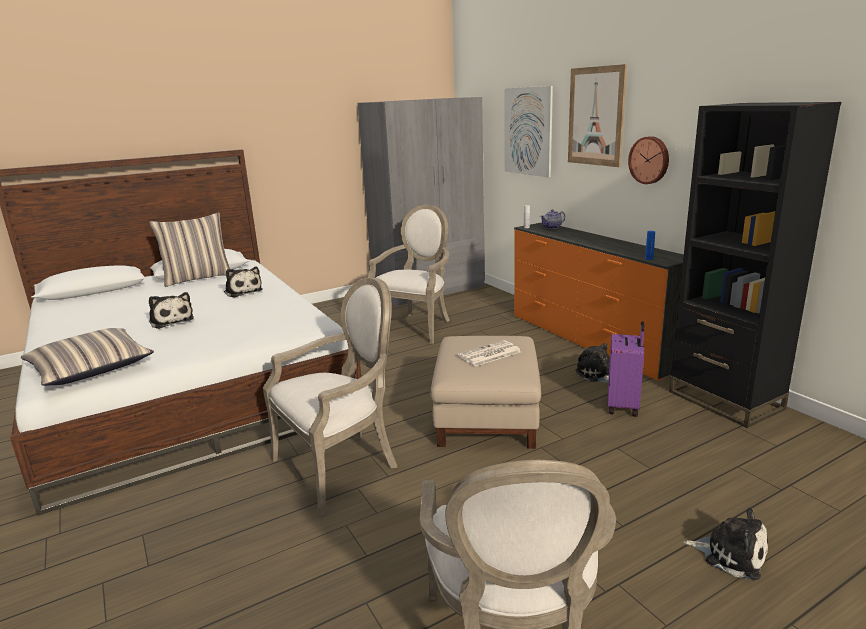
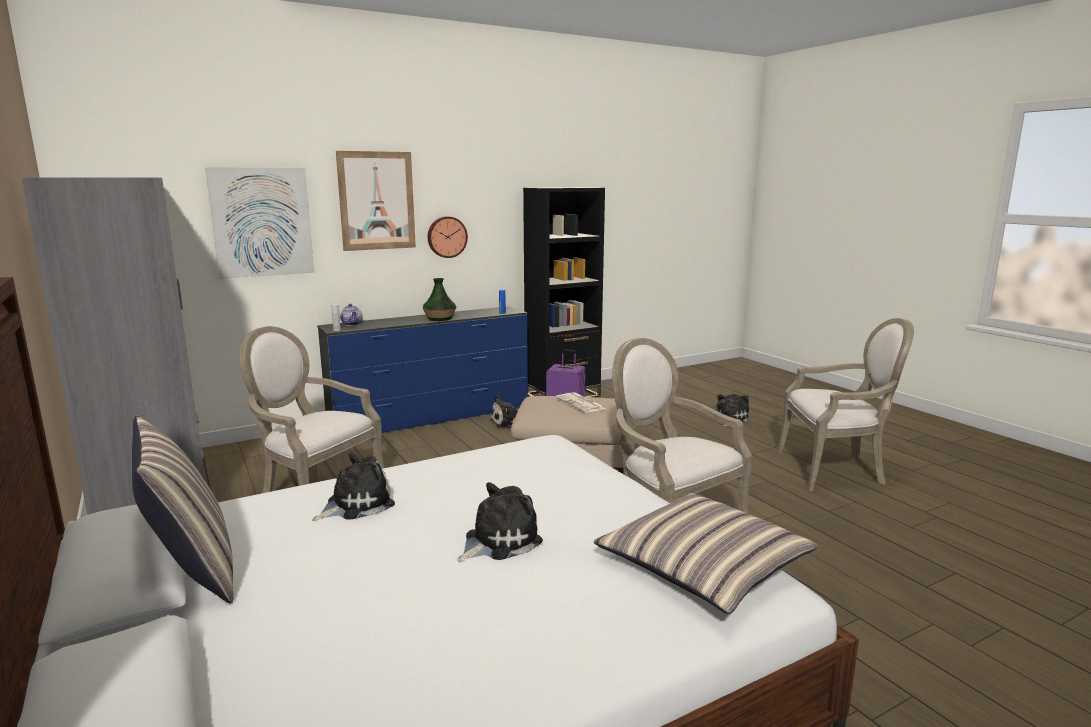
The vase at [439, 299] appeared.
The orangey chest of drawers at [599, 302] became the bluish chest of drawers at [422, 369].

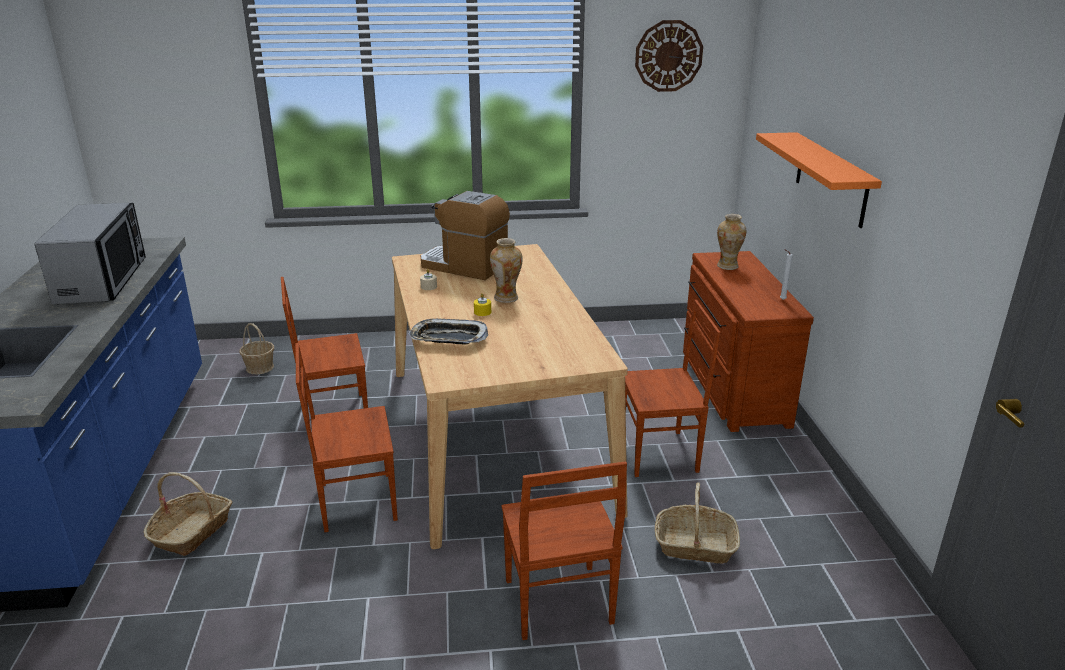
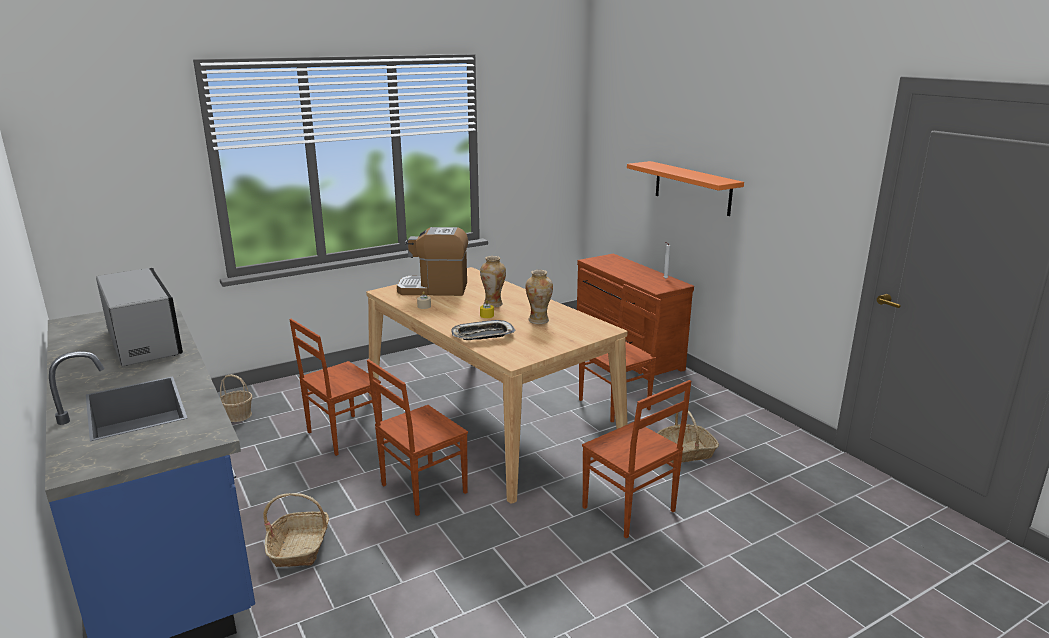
The clock on the wall at [669, 56] disappeared.
The vase moved from [731, 242] to [539, 297].

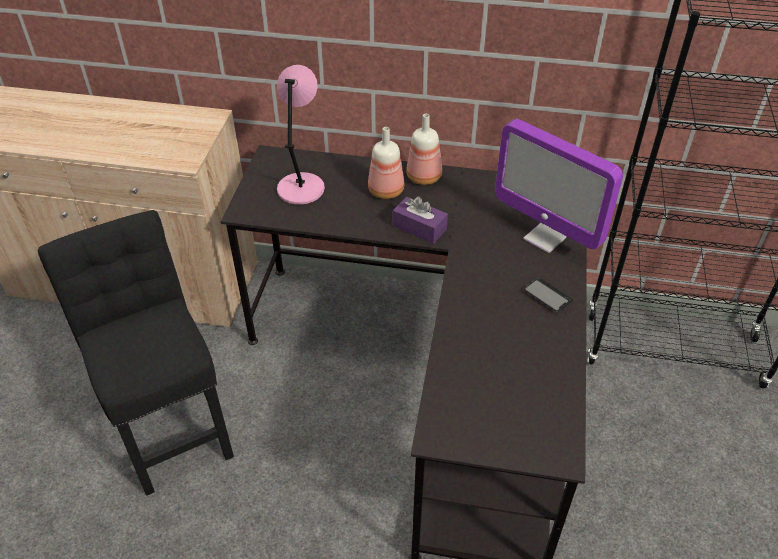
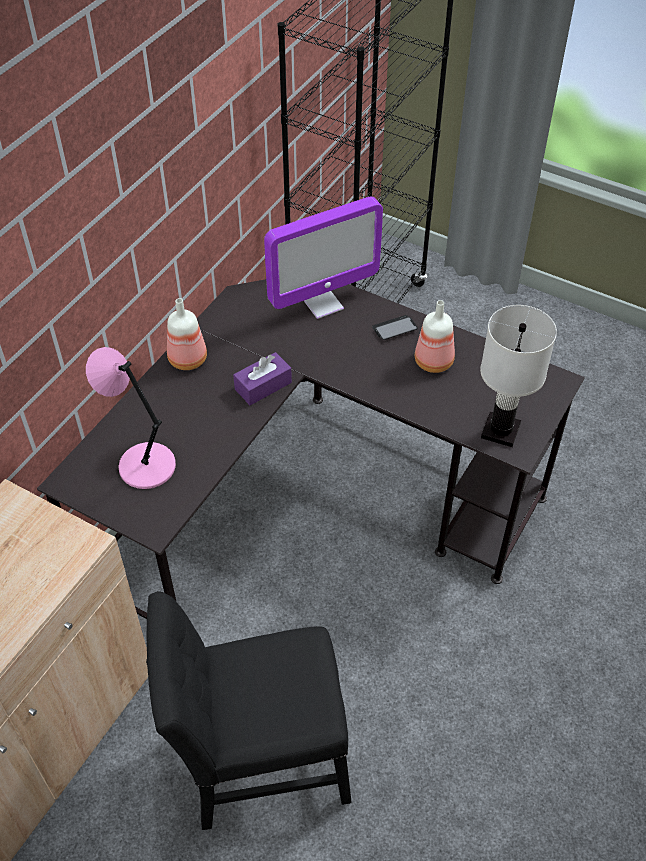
The white-coloured table lamp at [518, 376] appeared.
The drink bottle moved from [386, 163] to [435, 336].

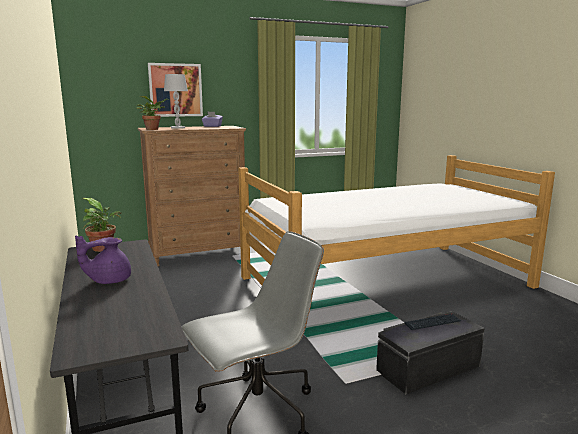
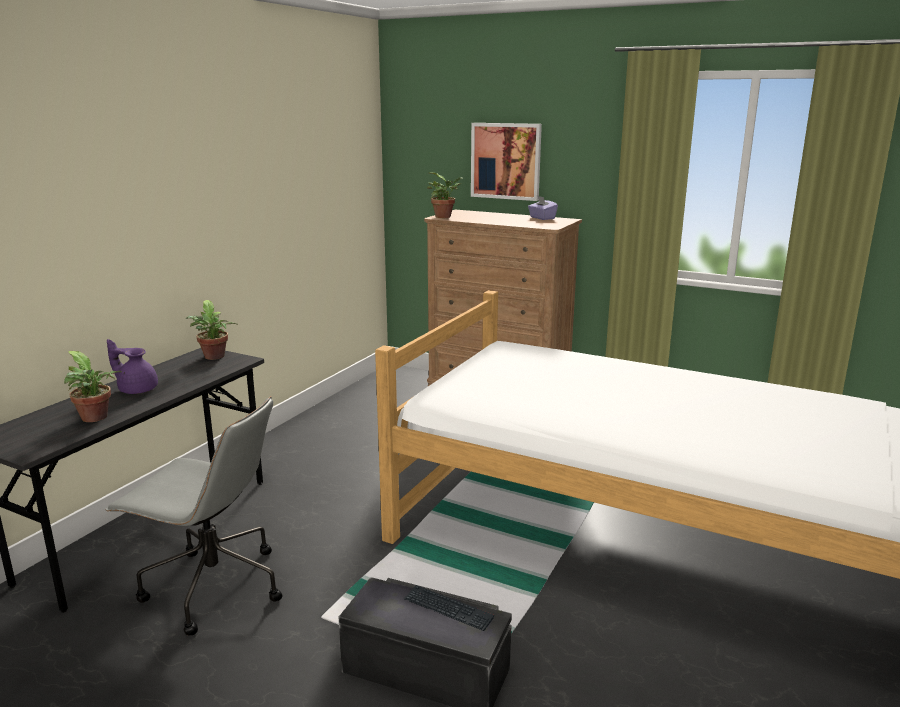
The white-coloured table lamp at [176, 101] disappeared.
The houseplant at [93, 386] appeared.

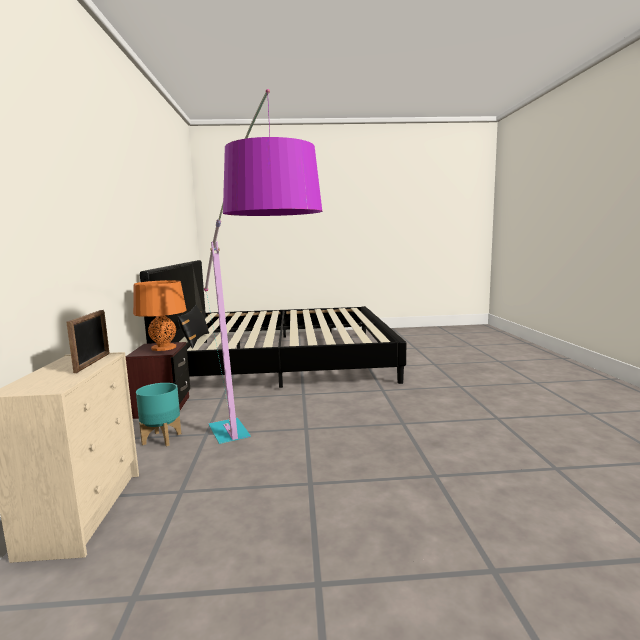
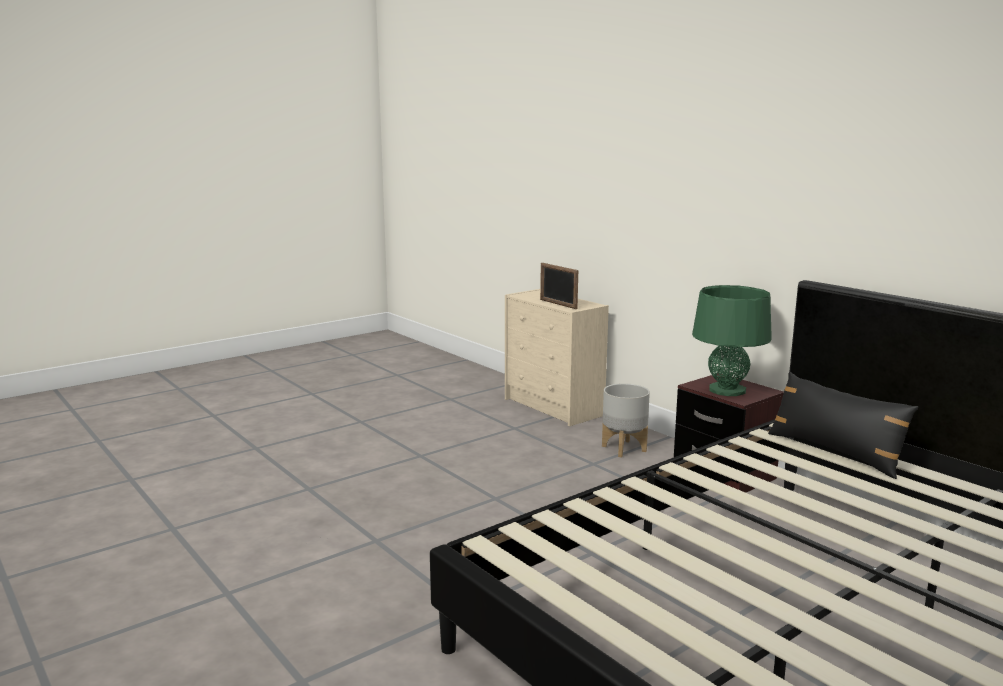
The standing lamp at [263, 266] disappeared.
The orangey table lamp at [159, 315] became the green table lamp at [732, 340].
The blue-green plant pot at [158, 414] became the greyish plant pot at [626, 420].

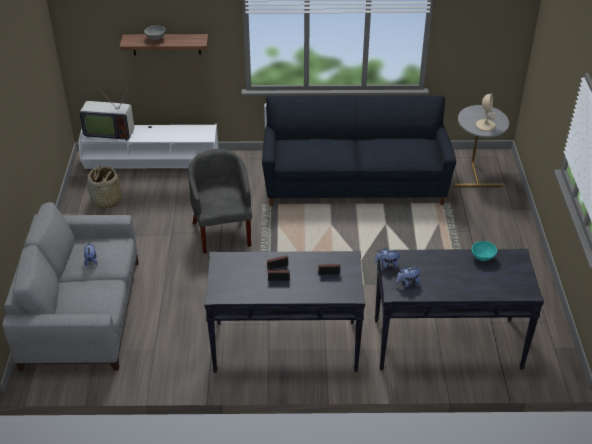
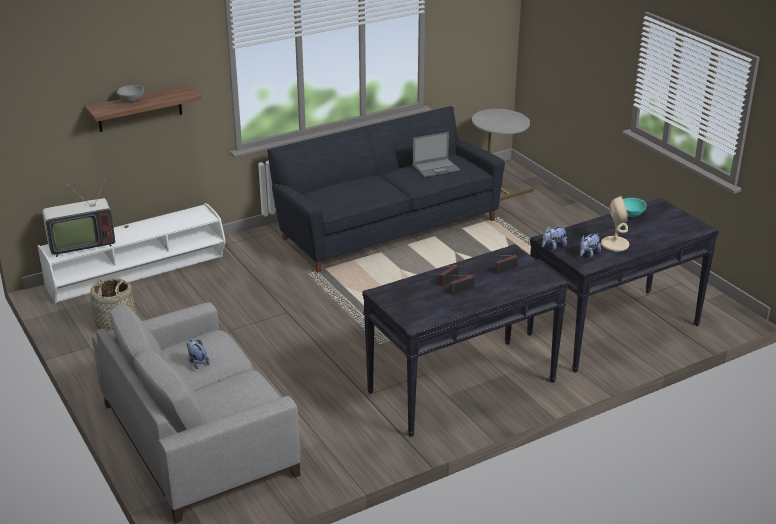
The greyish easy chair at [220, 201] disappeared.
The portable computer at [436, 154] appeared.
The beige table lamp moved from [486, 112] to [615, 223].

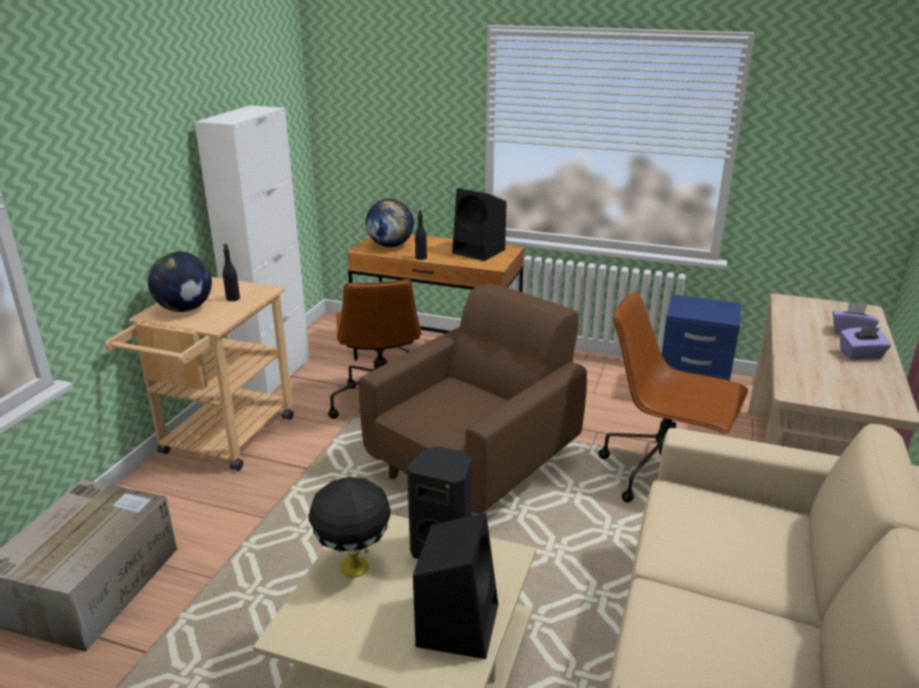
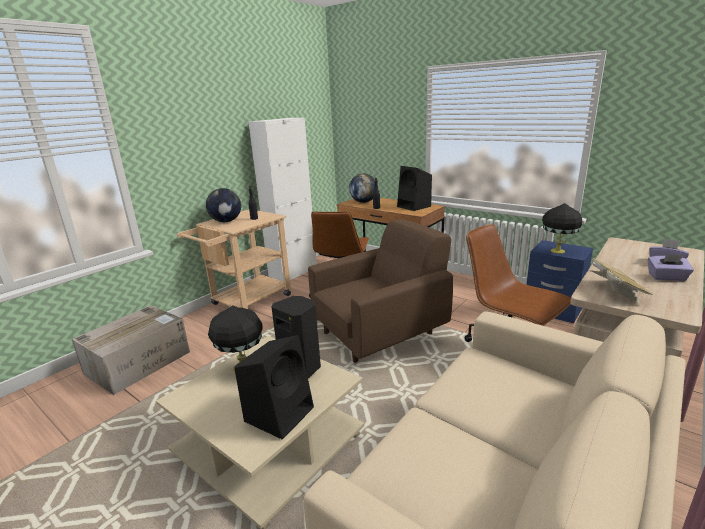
The black-coloured table lamp at [562, 228] appeared.
The volume at [621, 280] appeared.

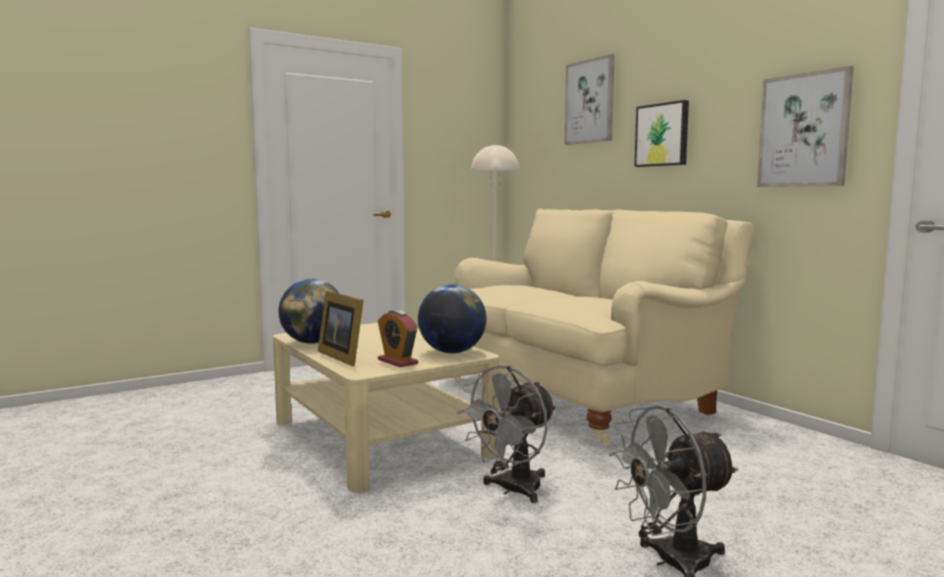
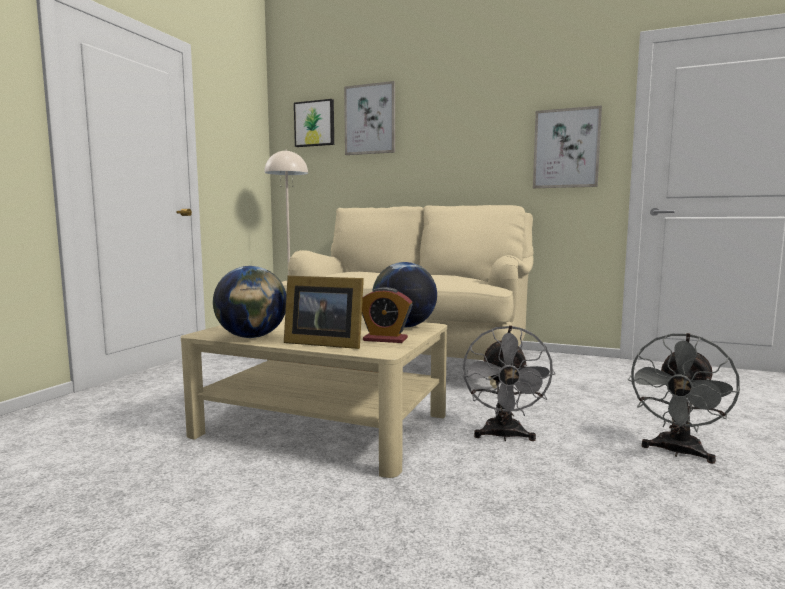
The wall picture moved from [661, 133] to [314, 123].

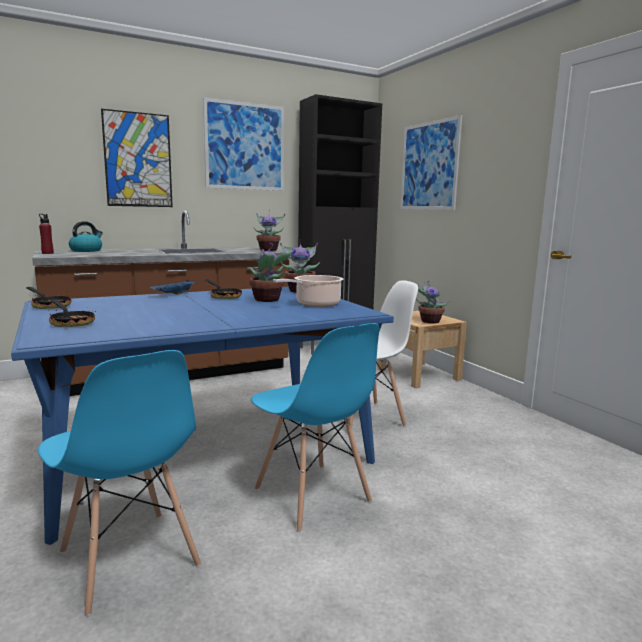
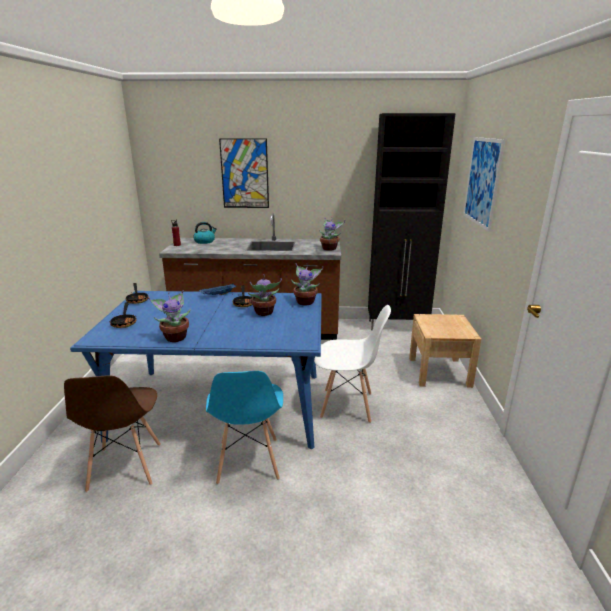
The wall picture at [243, 144] disappeared.
The stockpot at [308, 291] disappeared.
The houseplant moved from [432, 302] to [169, 316].
The bluish chair at [119, 483] became the brownish chair at [112, 434].

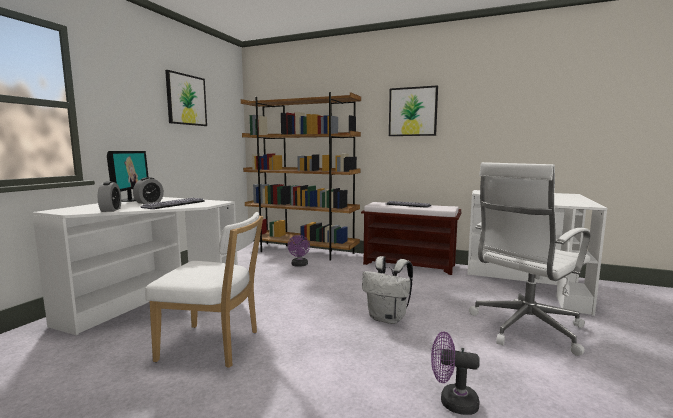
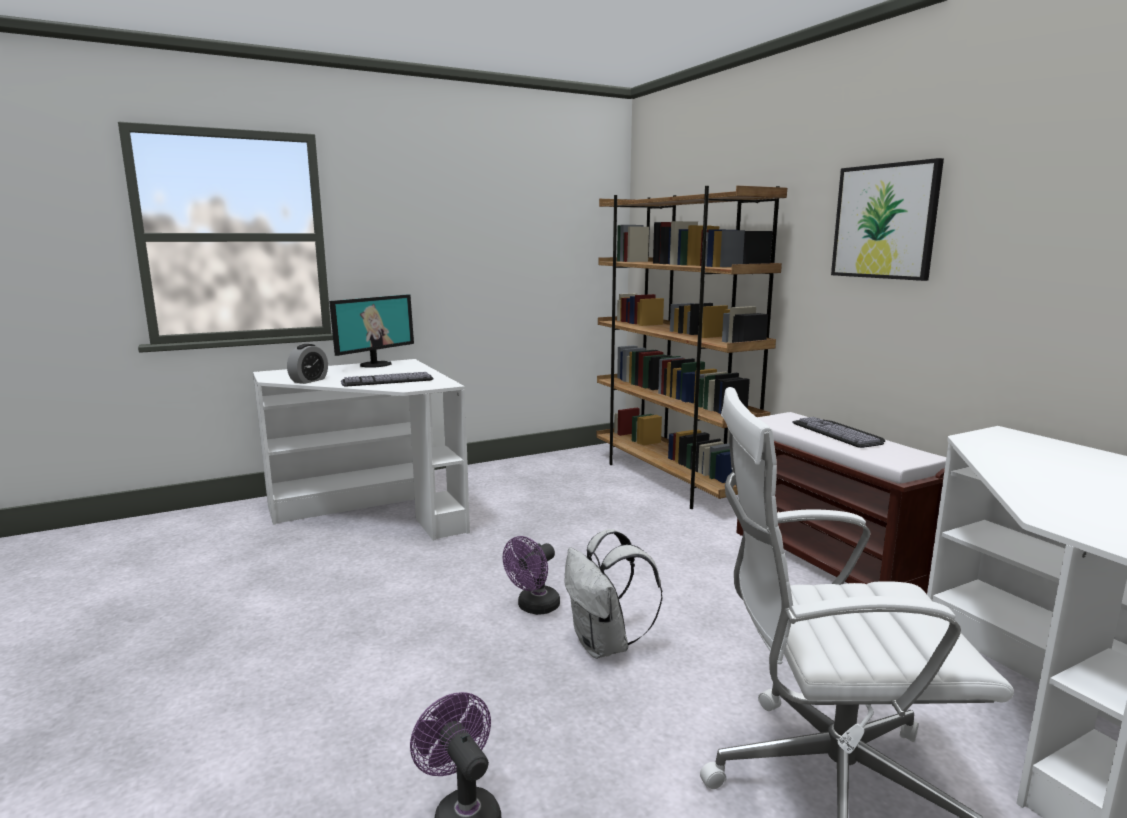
The bedside clock at [148, 190] disappeared.
The white-coloured chair at [204, 290] disappeared.
The wall picture at [186, 98] disappeared.
The purplish fan moved from [299, 251] to [531, 575].

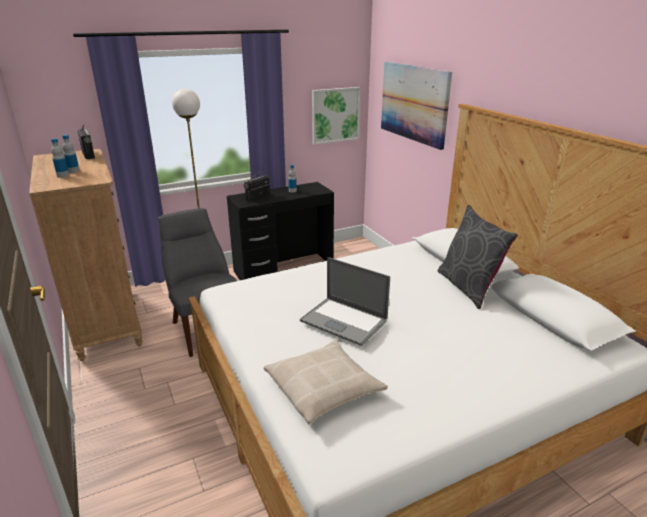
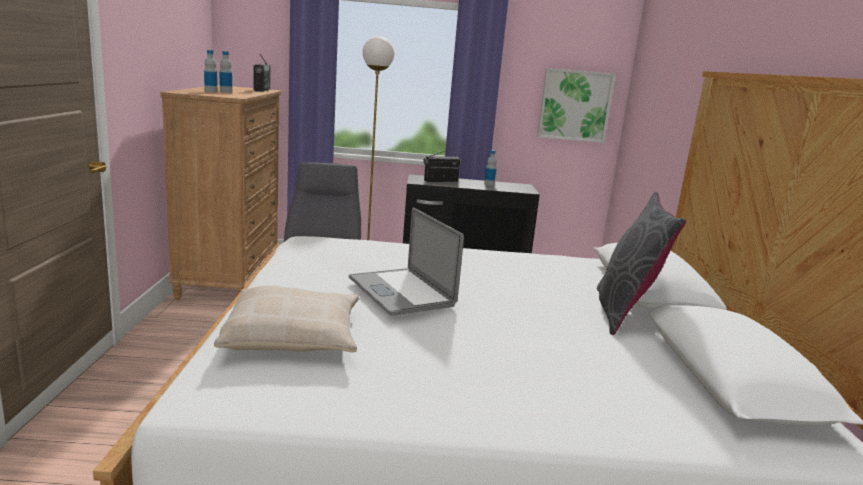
The wall picture at [416, 106] disappeared.

